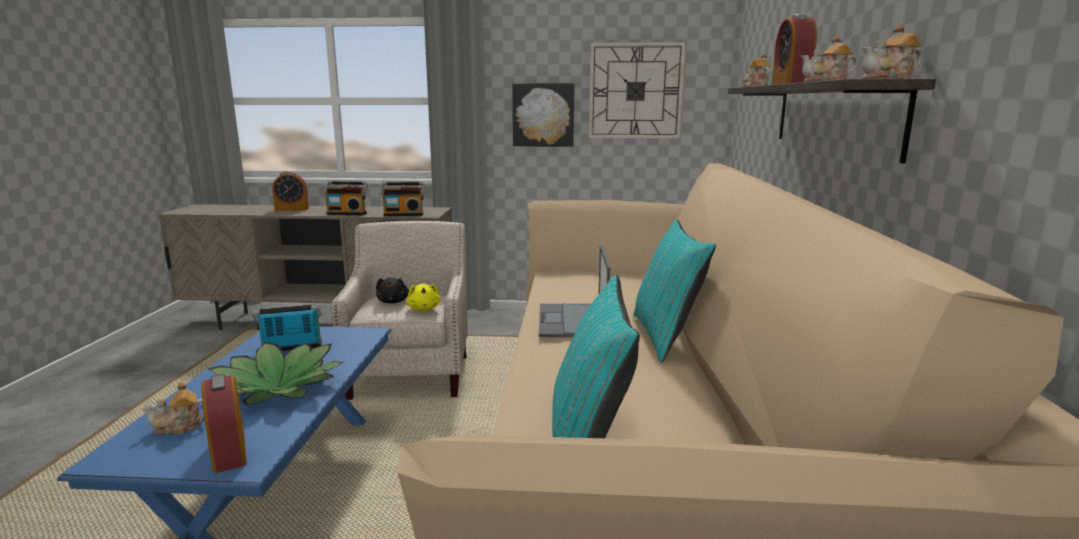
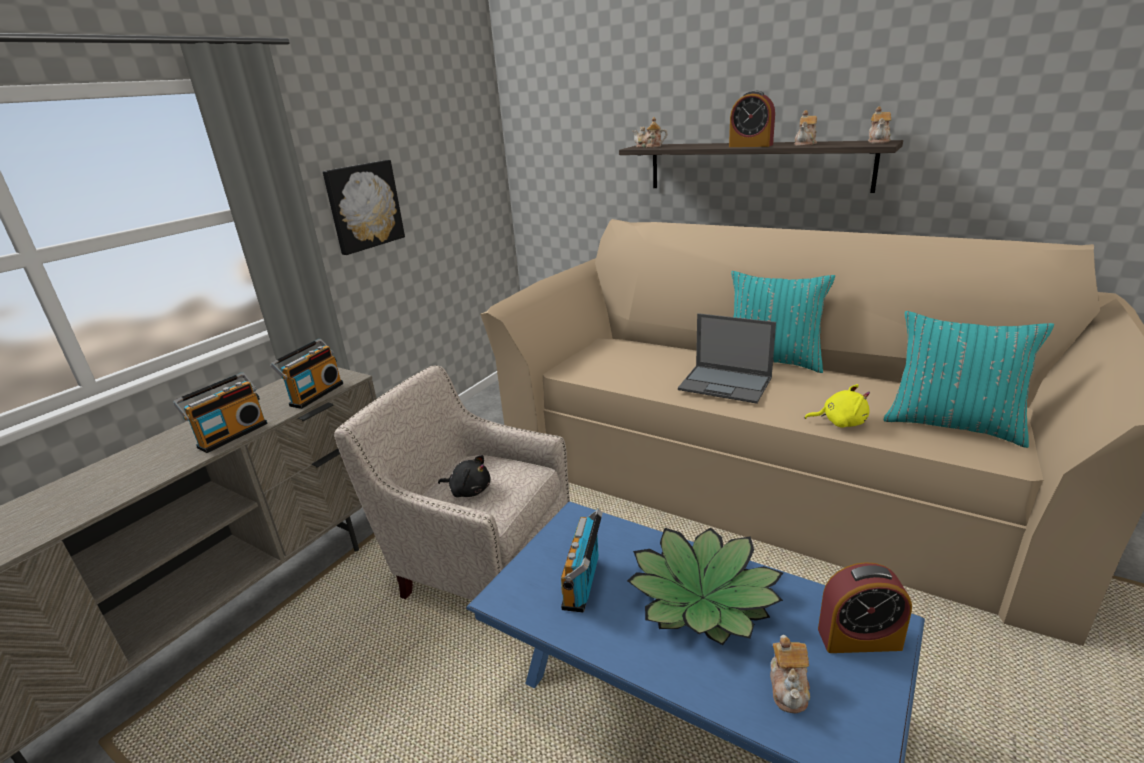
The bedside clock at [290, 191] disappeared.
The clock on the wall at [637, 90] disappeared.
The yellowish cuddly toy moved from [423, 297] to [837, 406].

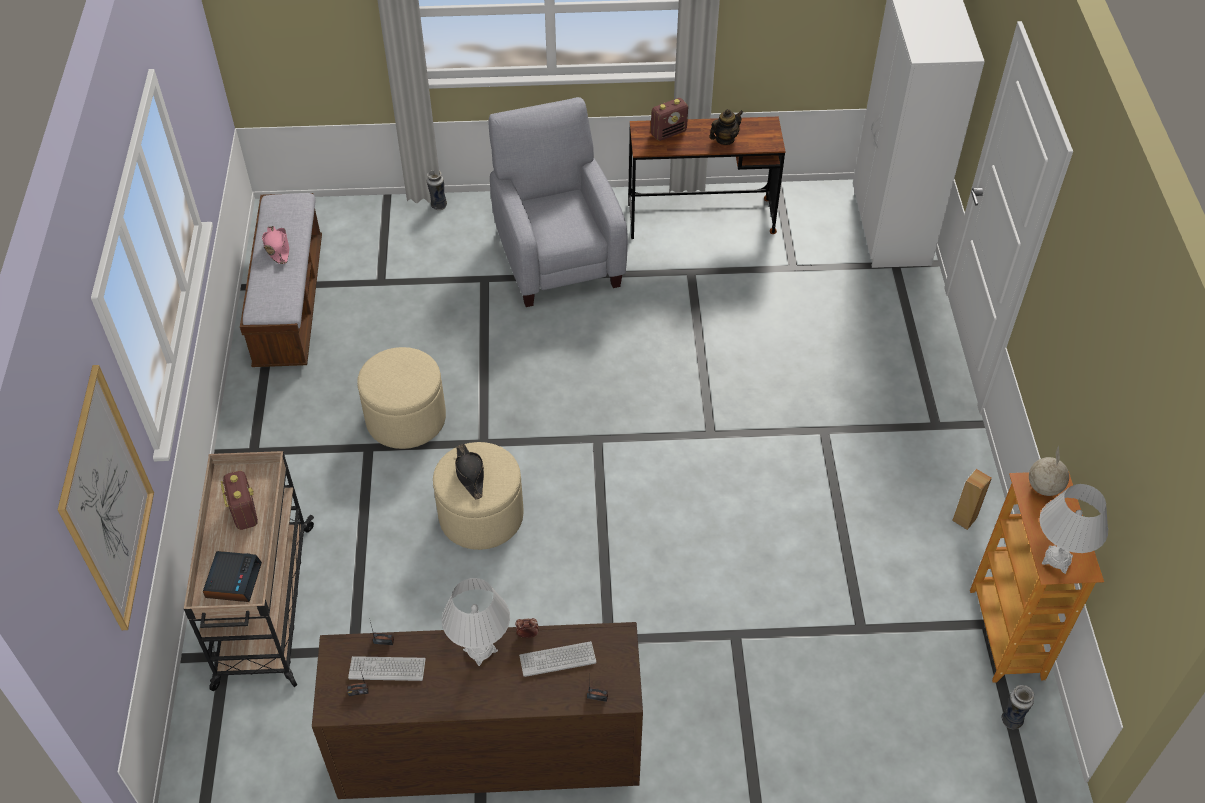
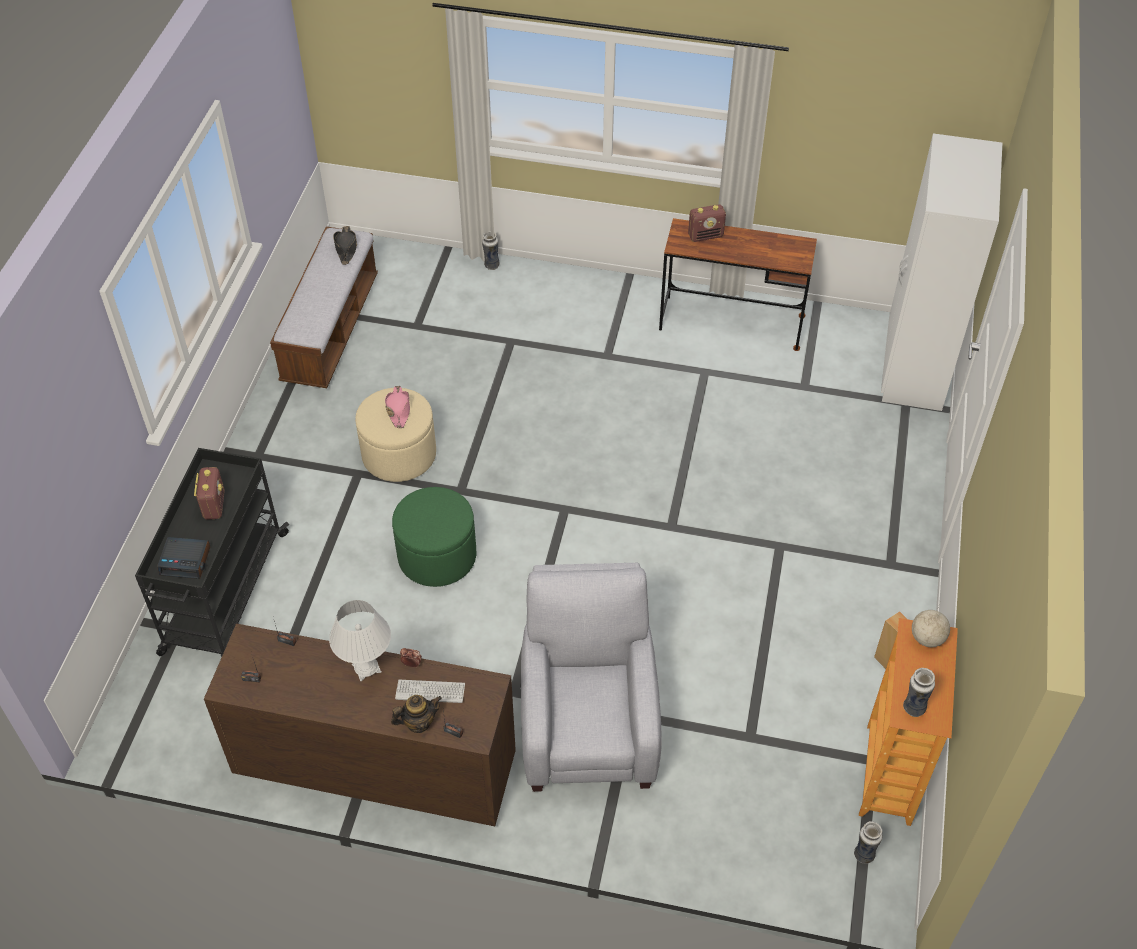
The wall picture at [106, 497] disappeared.
The PC keyboard at [387, 668] disappeared.
The pink-coloured hat moved from [275, 245] to [397, 407].
The black-coloured hat moved from [469, 471] to [345, 245].
The greyish easy chair moved from [558, 202] to [591, 677].
The teapot moved from [726, 127] to [416, 714].
The white-coloured table lamp at [1073, 529] was replaced by the vase at [919, 692].
The beige trolley at [249, 571] became the black-coloured trolley at [212, 552].
The beige footrest at [478, 496] became the green footrest at [434, 537].
The bedside clock at [232, 576] turned 75 degrees clockwise.

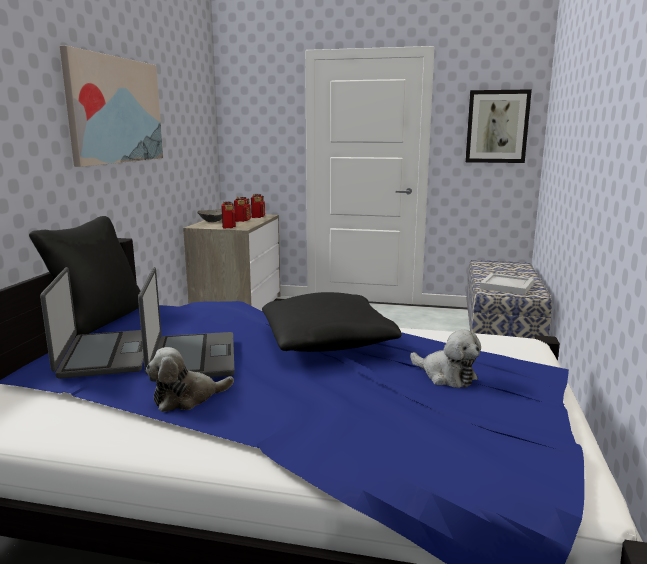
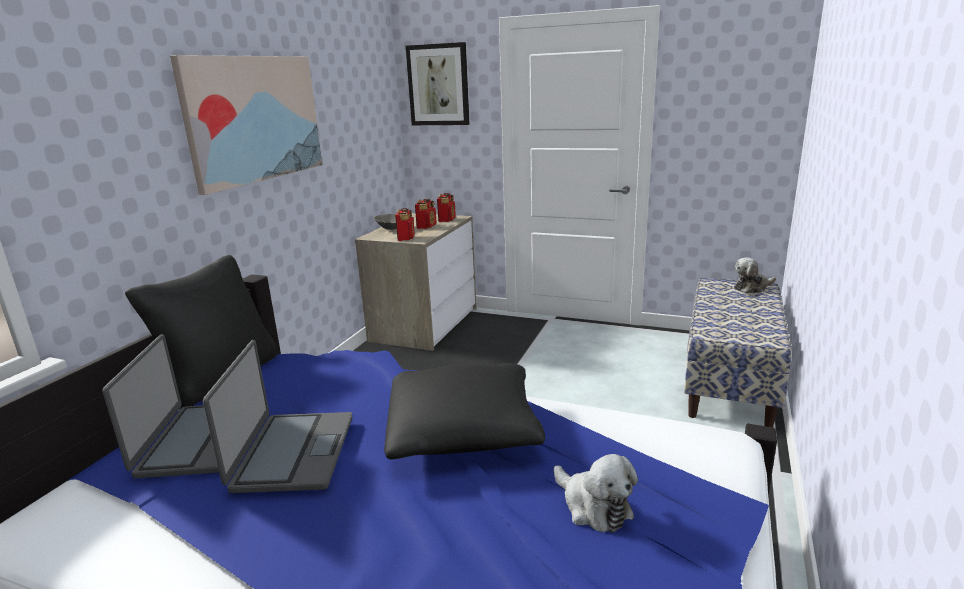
The white-coloured carrying tray at [507, 284] disappeared.
The cuddly toy moved from [190, 379] to [755, 275].
The wall picture moved from [498, 126] to [438, 83].

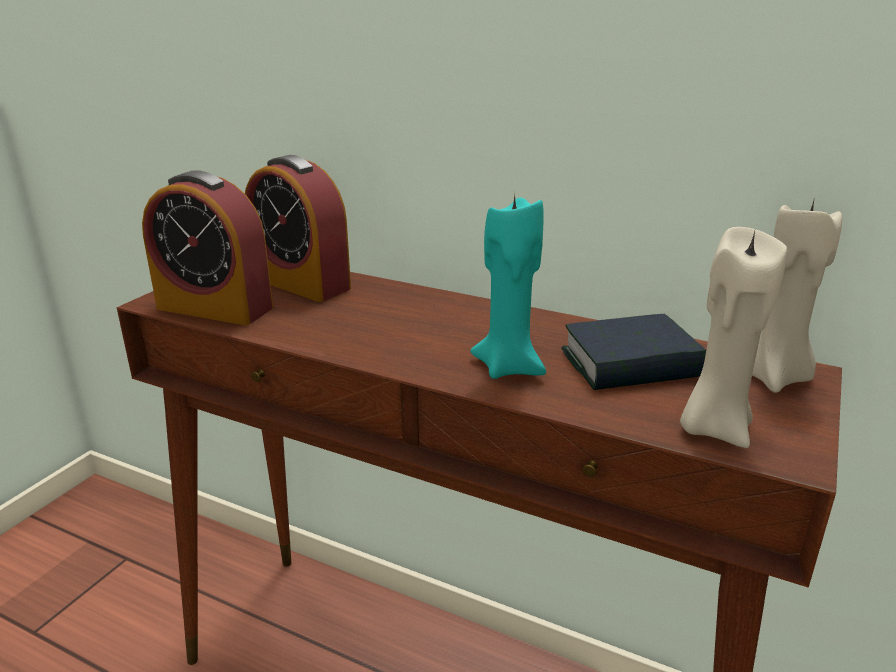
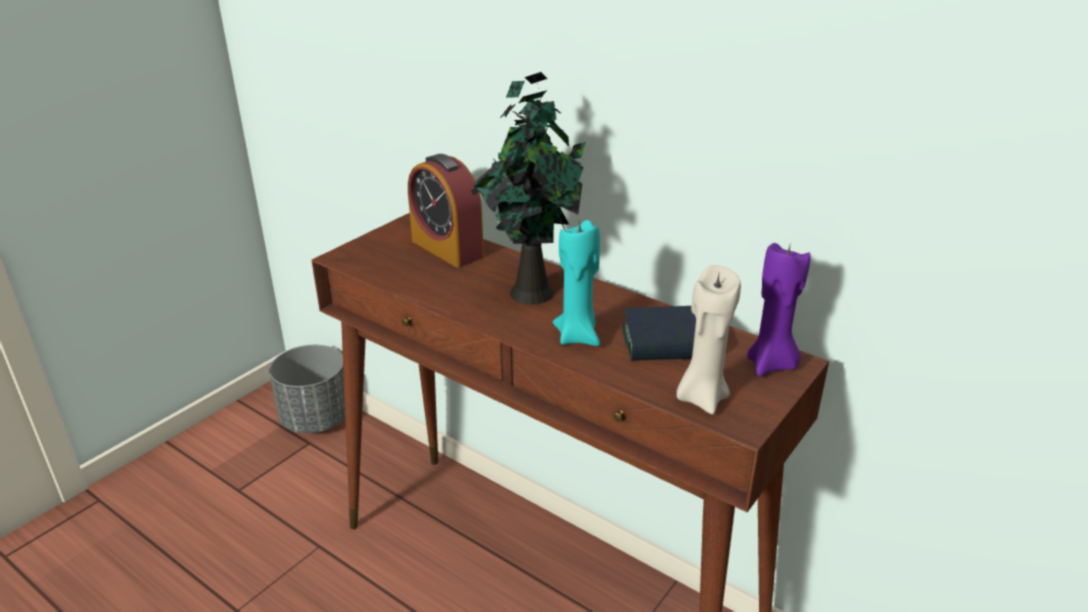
The bedside clock at [207, 247] disappeared.
The greyish plant pot at [307, 389] appeared.
The houseplant at [528, 188] appeared.
The beige candle at [797, 295] became the purplish candle at [779, 309].

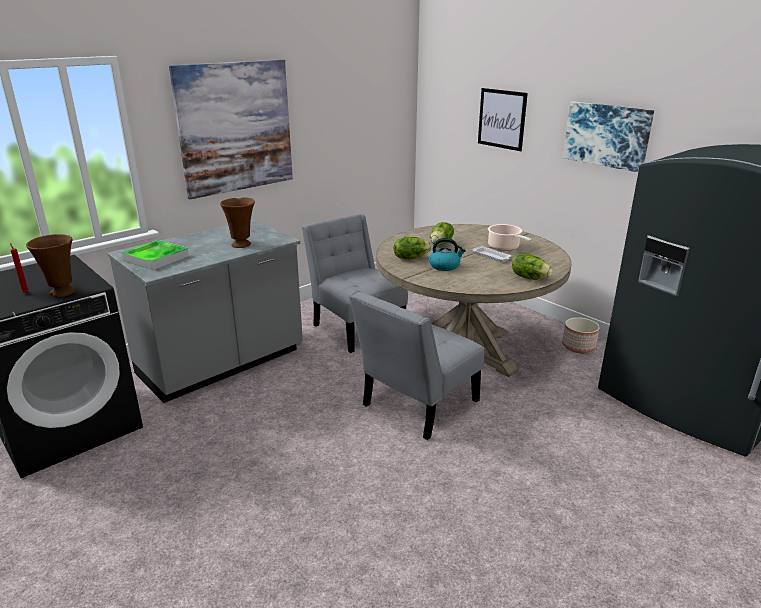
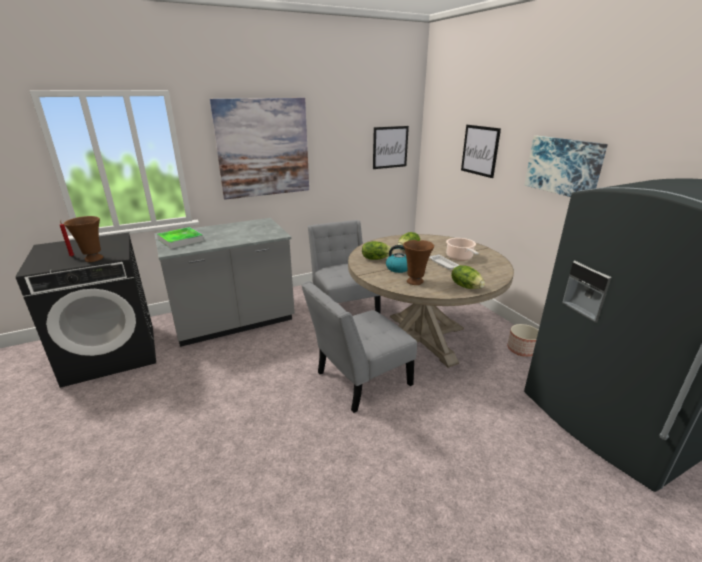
The wall picture at [391, 147] appeared.
The brownish vase moved from [237, 222] to [418, 262].

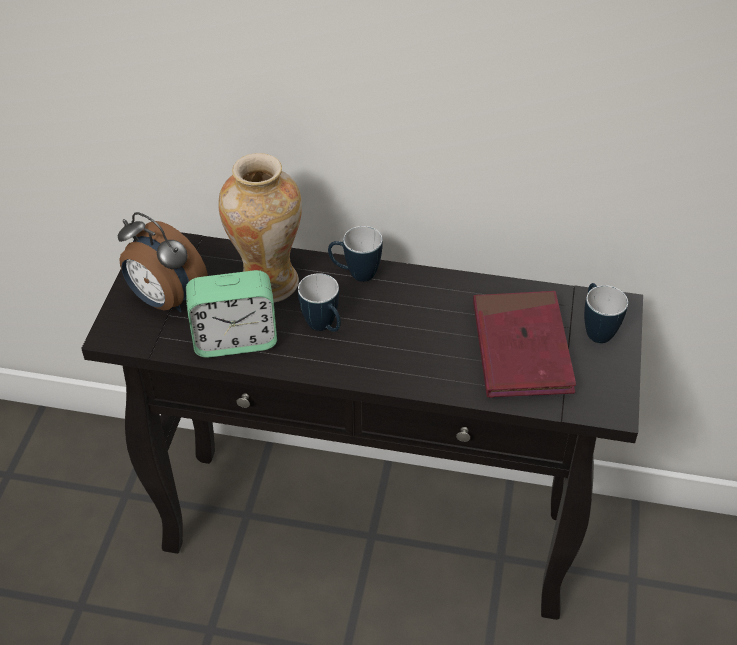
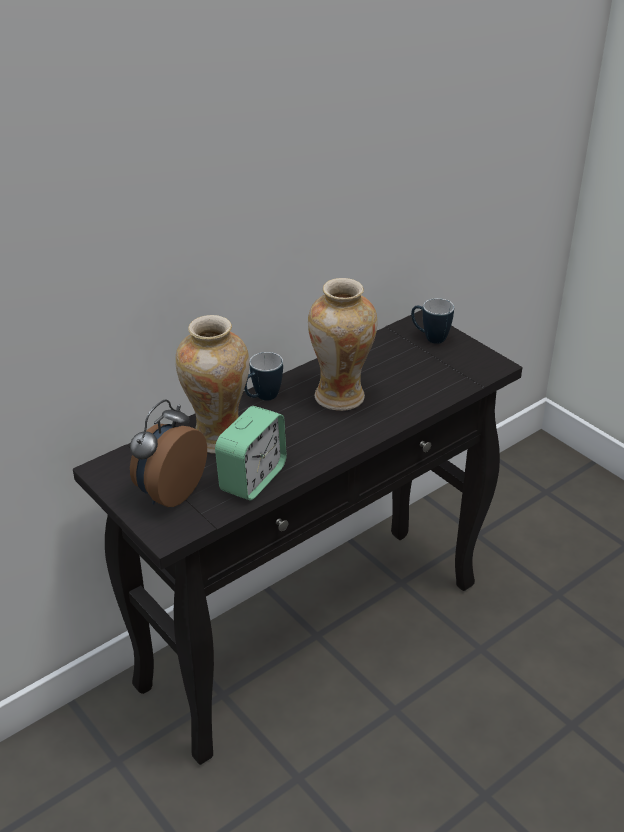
The tea mug at [319, 302] disappeared.
The reddish volume at [524, 344] disappeared.
The vase at [343, 344] appeared.
The bedside clock at [163, 262] turned 135 degrees clockwise.

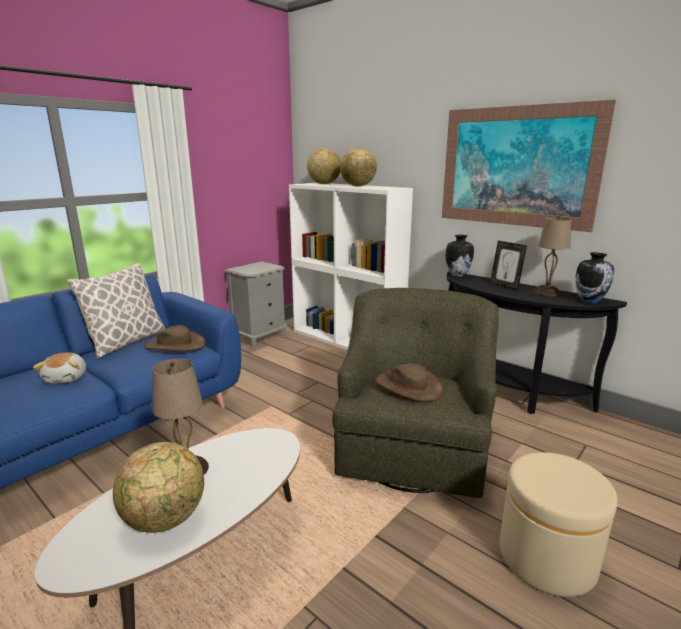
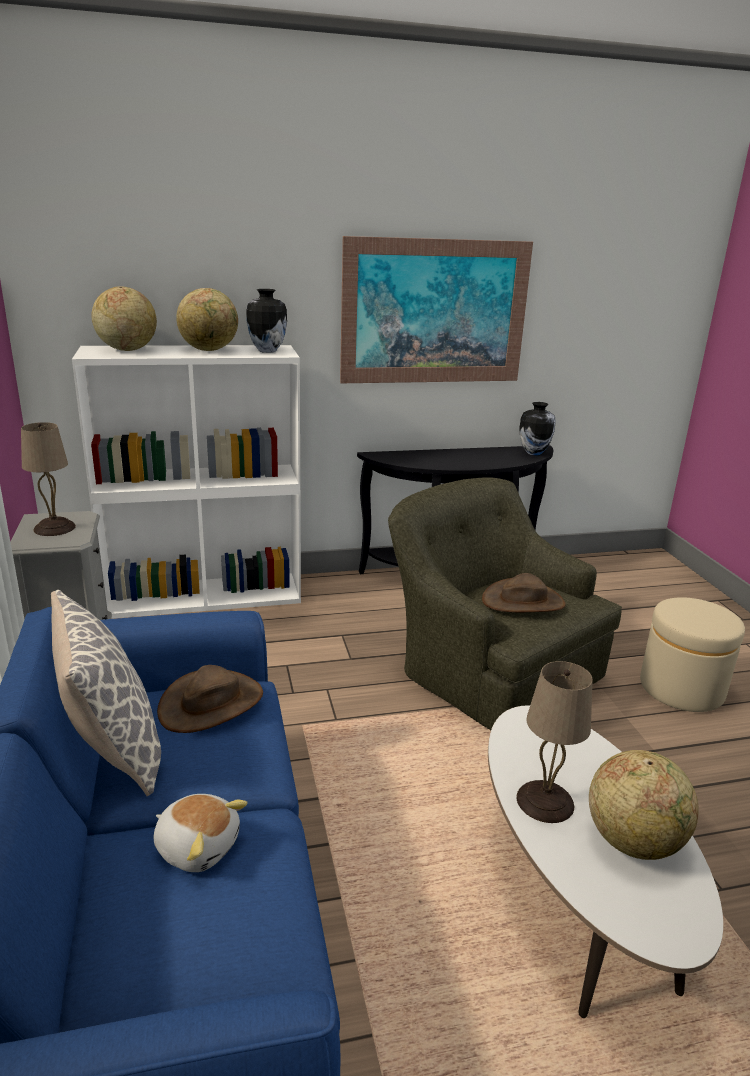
The standing frame at [508, 265] disappeared.
The vase moved from [459, 256] to [266, 321].
The beige table lamp moved from [551, 256] to [48, 479].

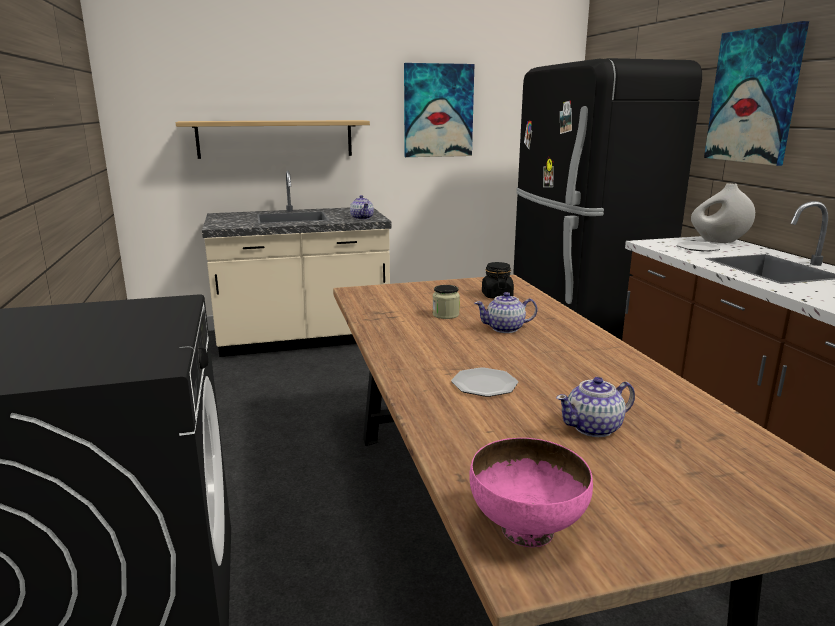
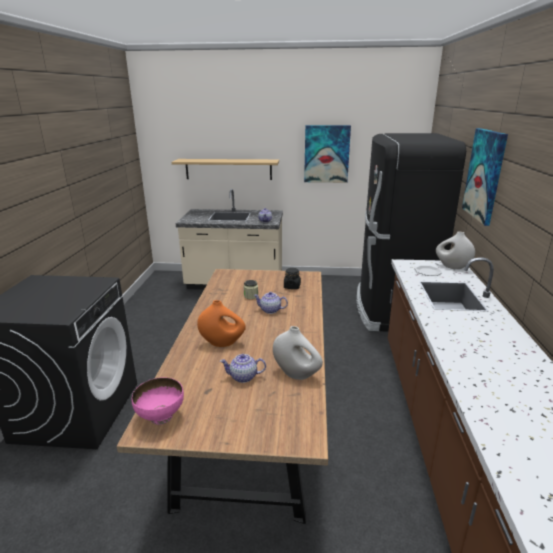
The white-coloured vase at [298, 353] appeared.
The plate at [484, 382] was replaced by the orangey vase at [221, 323].

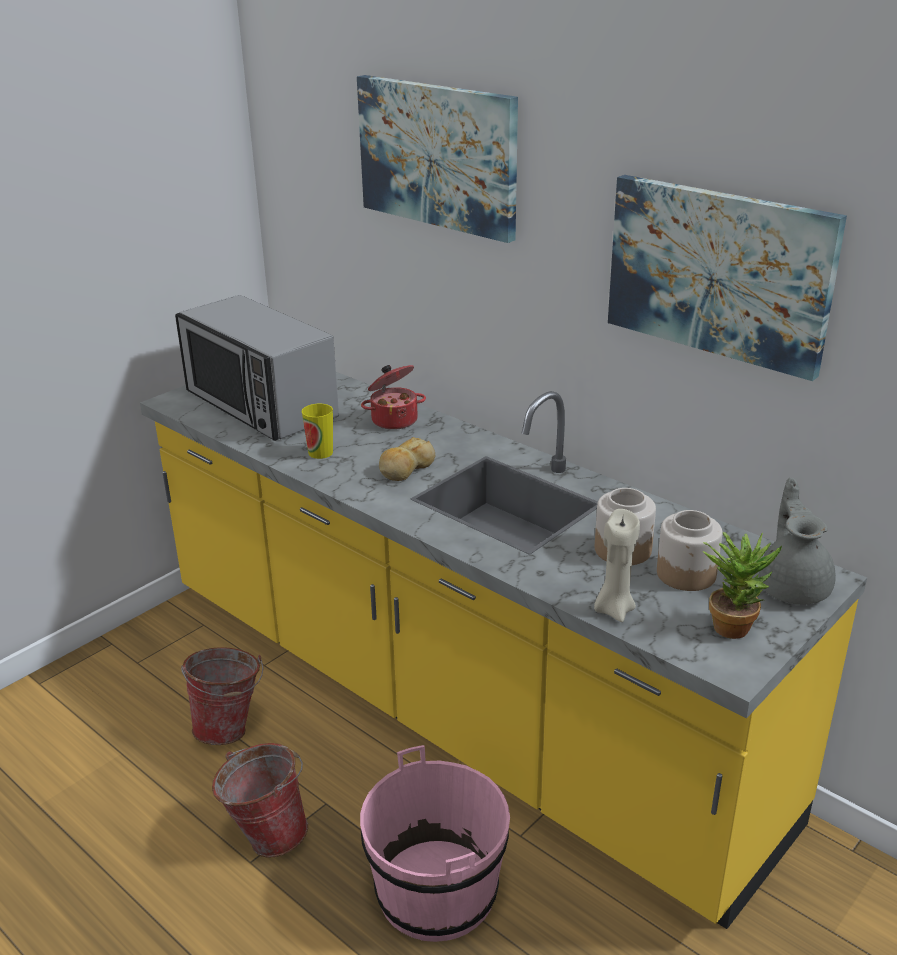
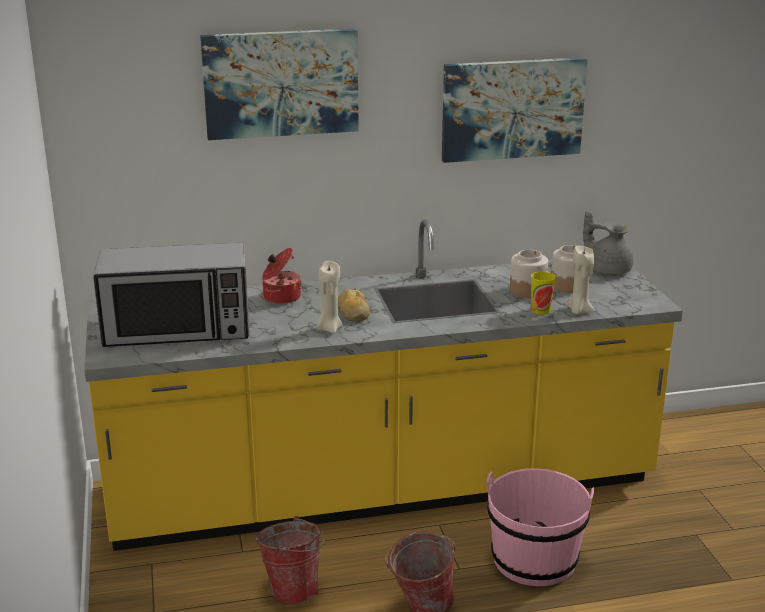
The houseplant at [742, 585] disappeared.
The beige candle at [330, 297] appeared.
The drinking cup moved from [317, 431] to [543, 293].

